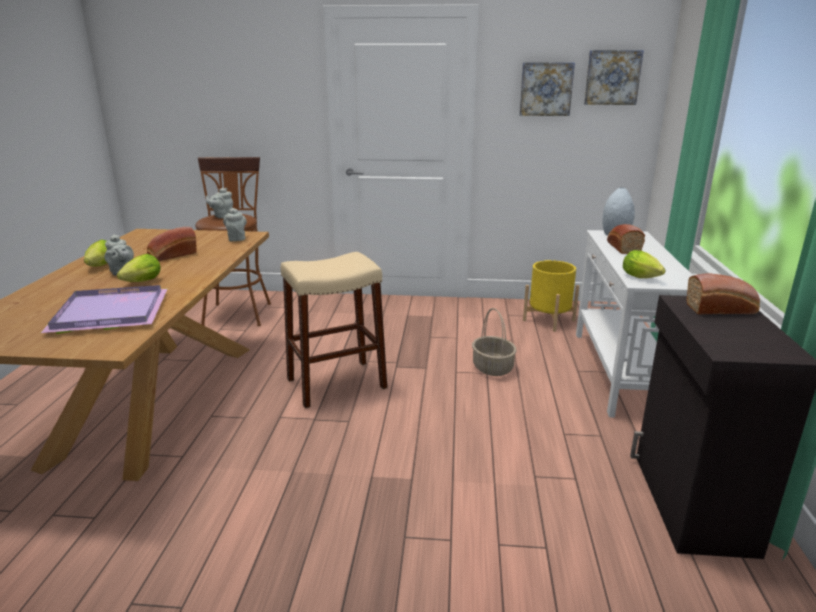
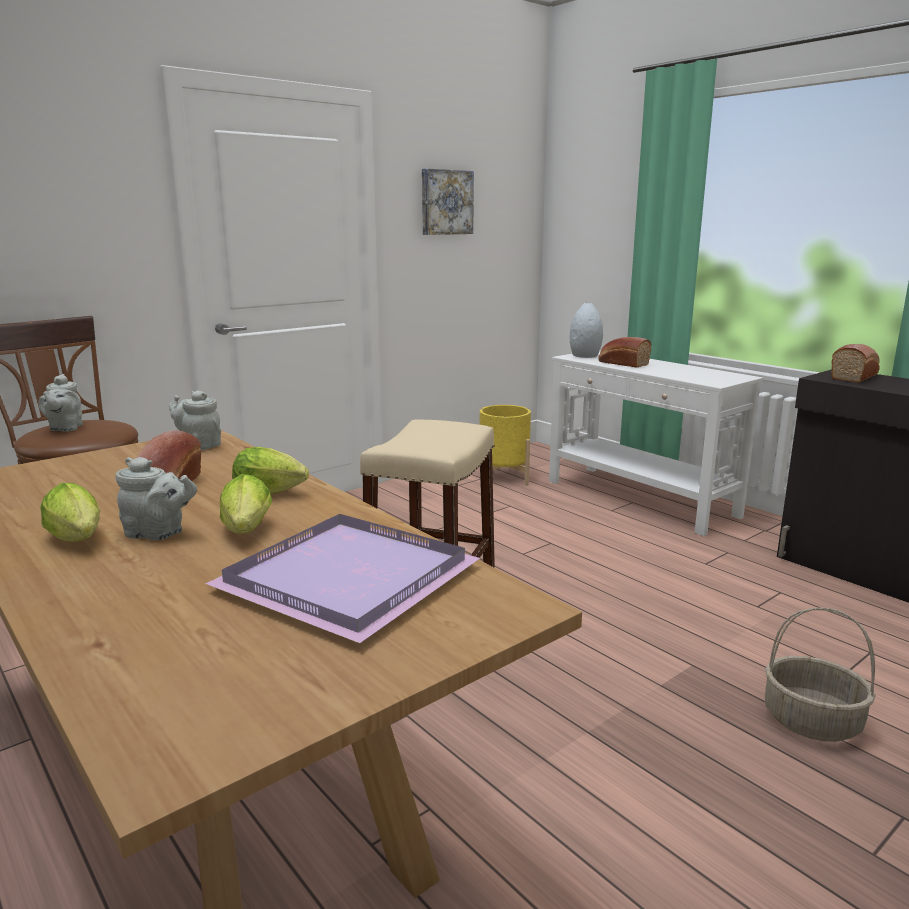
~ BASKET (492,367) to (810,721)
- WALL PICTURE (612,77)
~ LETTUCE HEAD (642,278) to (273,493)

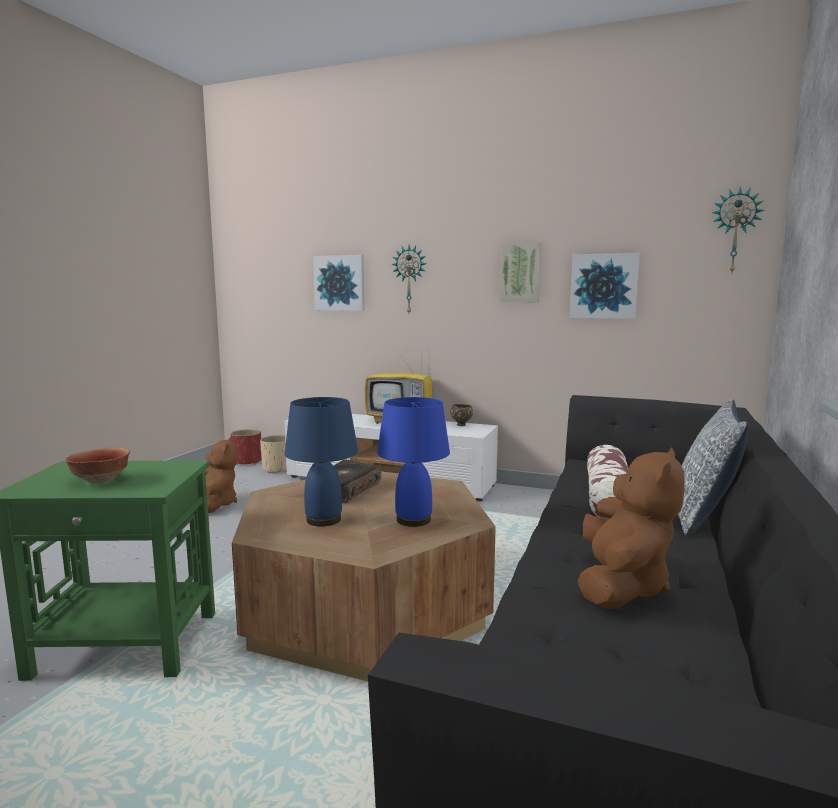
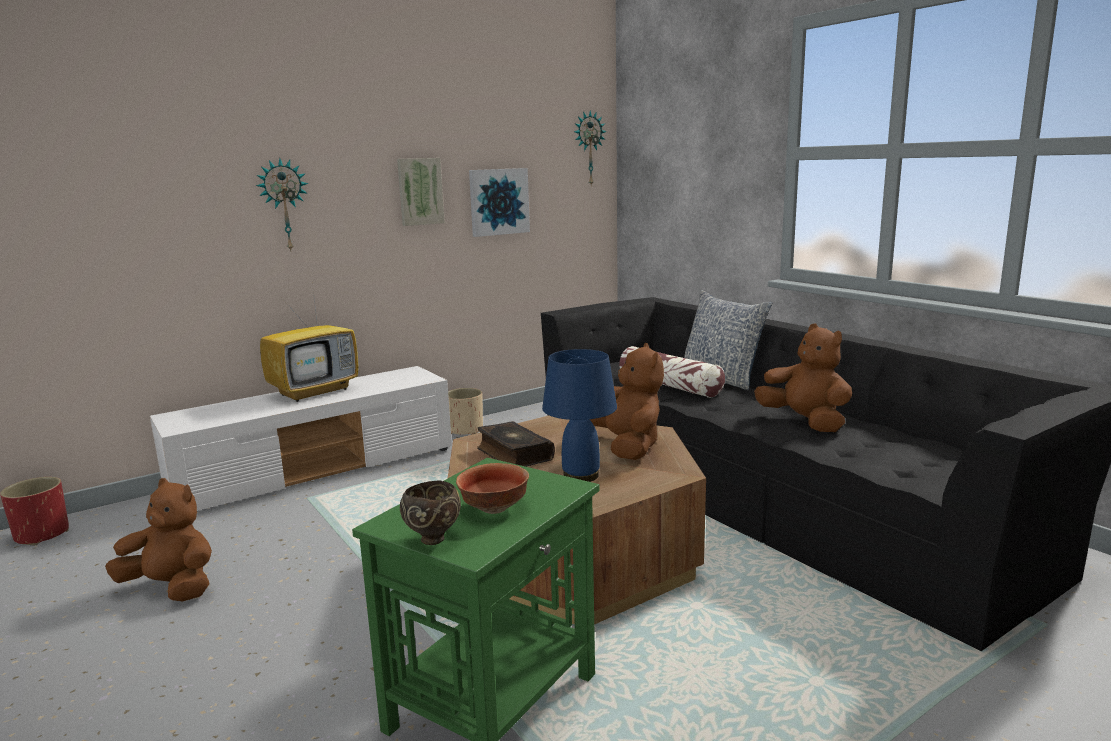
~ BEIGE-COLOURED FLOWER POT (277,469) to (465,430)
- WALL PICTURE (340,283)
~ BLUISH LAMP FOR A TABLE (414,520) to BROWN PLUSH TOY (627,446)
~ BROWN BOWL (461,425) to (433,539)

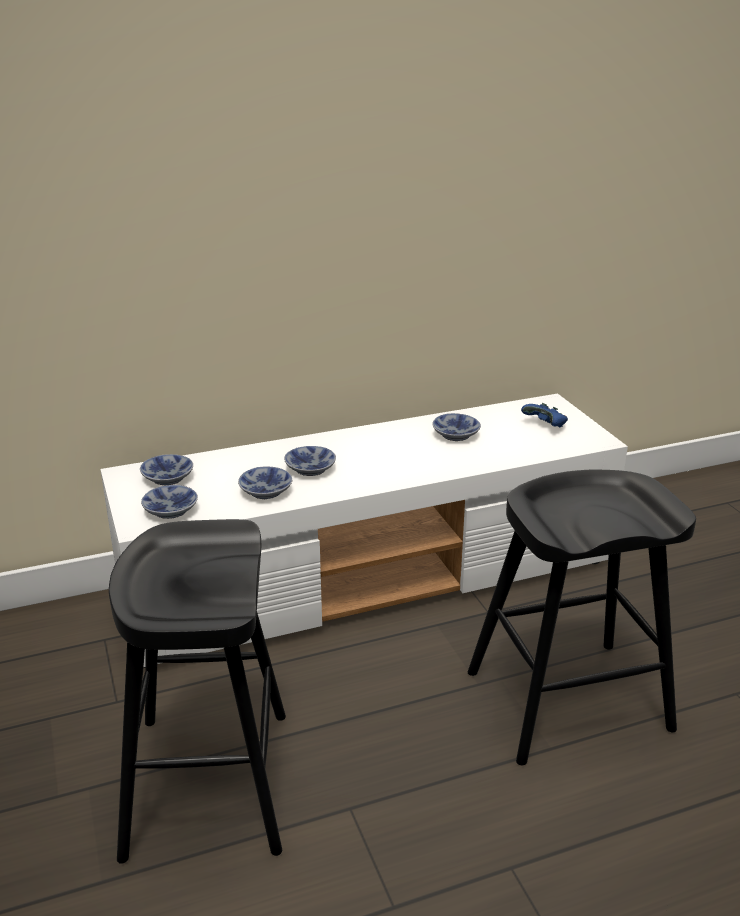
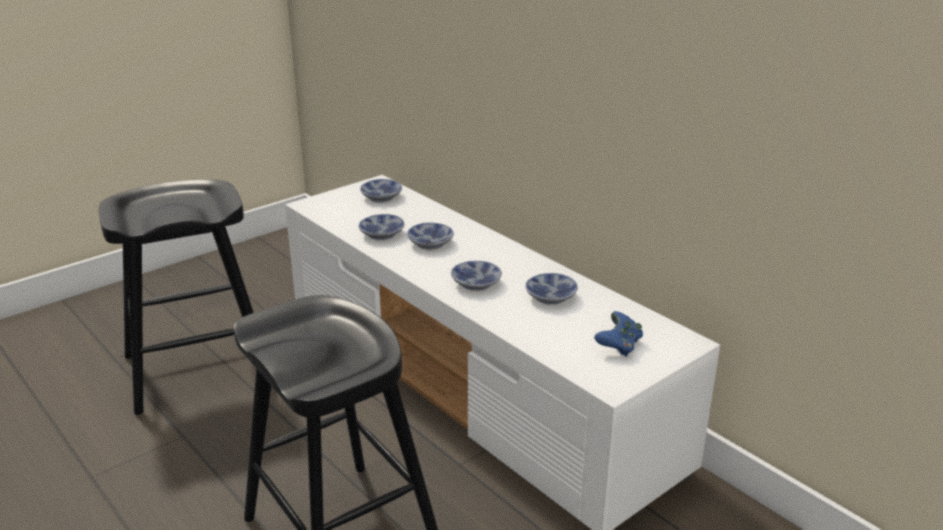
~ BOWL (171,511) to (474,284)

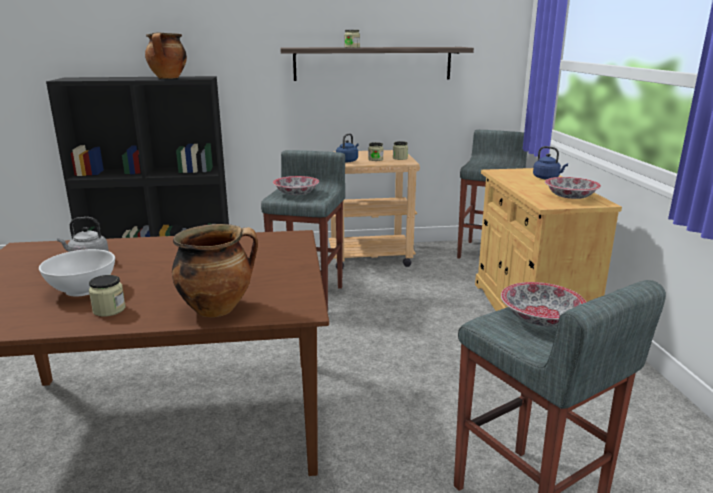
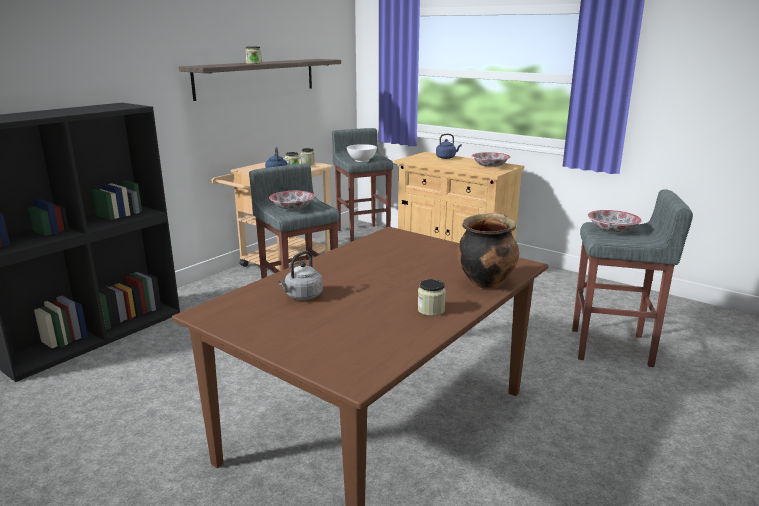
~ WHITISH BOWL (82,290) to (362,160)
- SAUCEPOT (168,78)

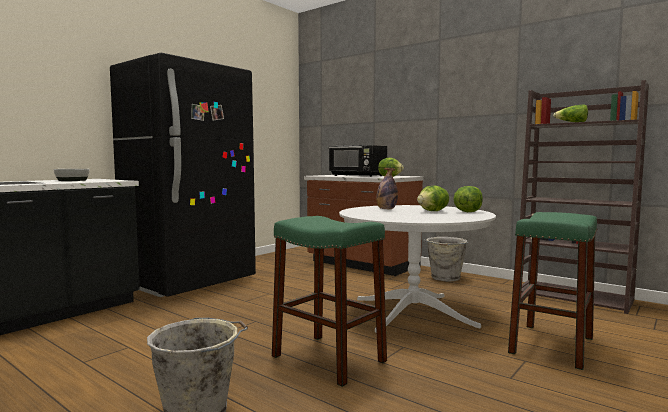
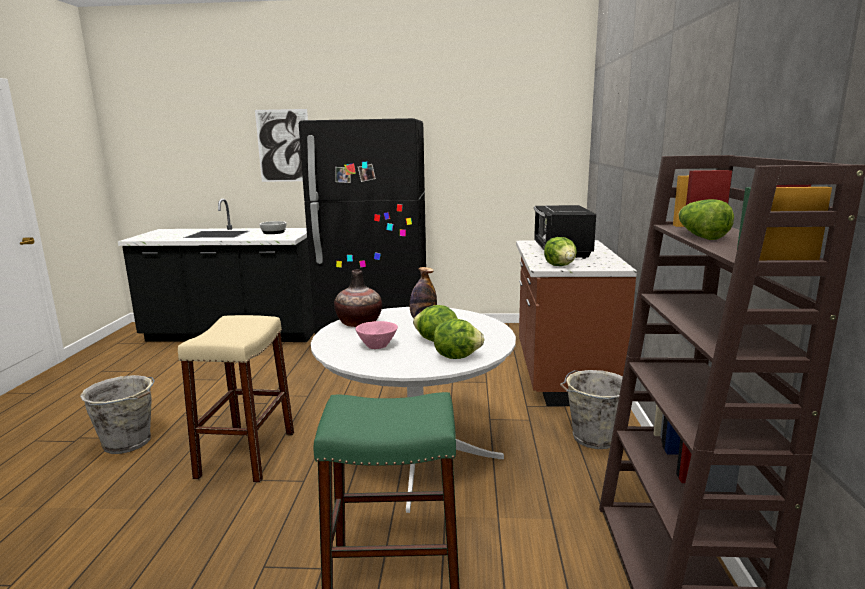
~ GREENISH STOOL (328,358) to BEIGE-COLOURED STOOL (247,454)
+ WALL PICTURE (284,146)
+ VASE (359,323)
+ PINKISH BOWL (378,345)

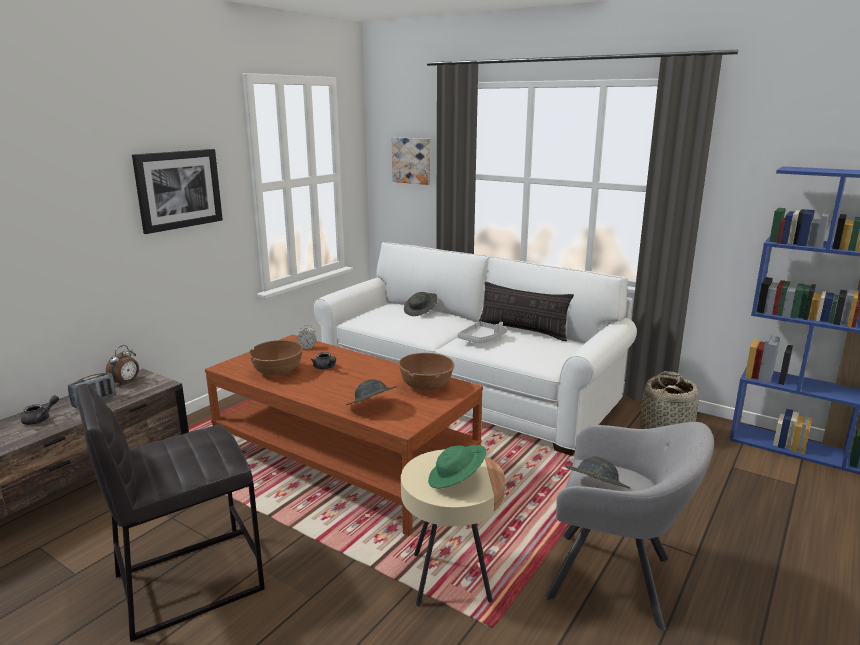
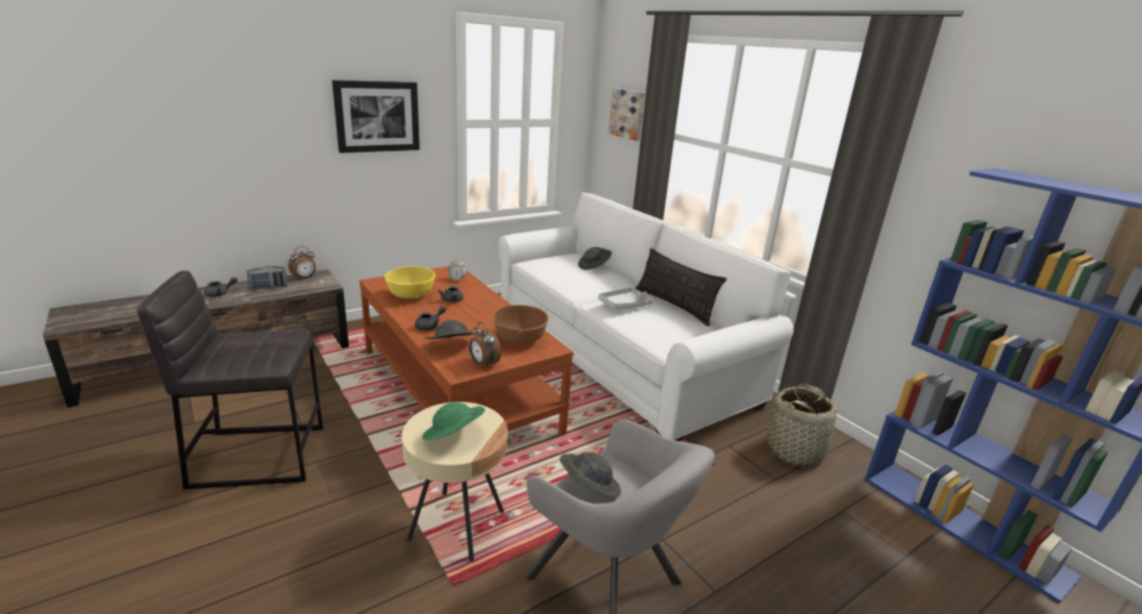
~ BROWN BOWL (278,372) to YELLOW BOWL (410,295)
+ GREYISH TEA POT (430,326)
+ TABLE CLOCK (483,364)

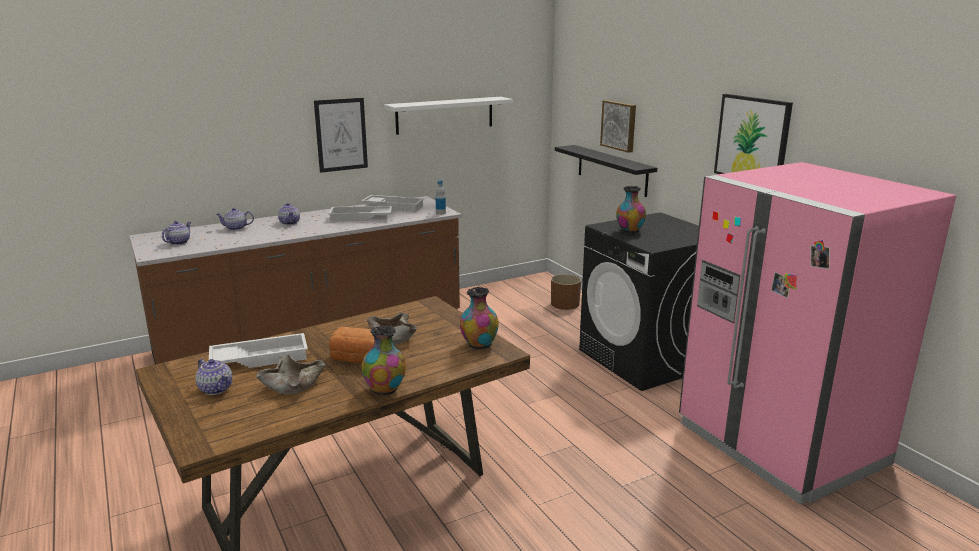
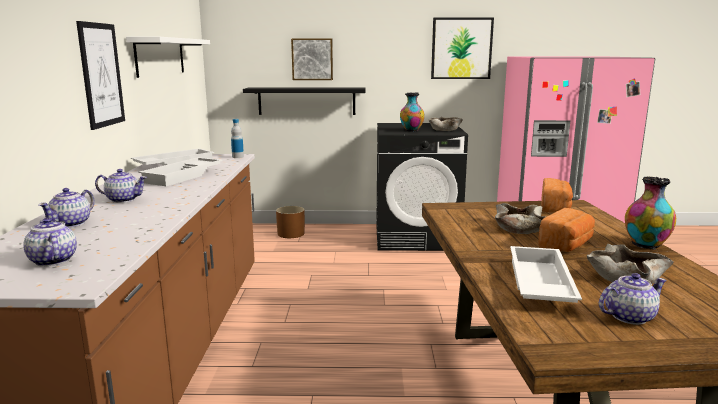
~ VASE (479,345) to BAKED BREAD (555,207)
+ BEIGE-COLOURED BOWL (444,129)

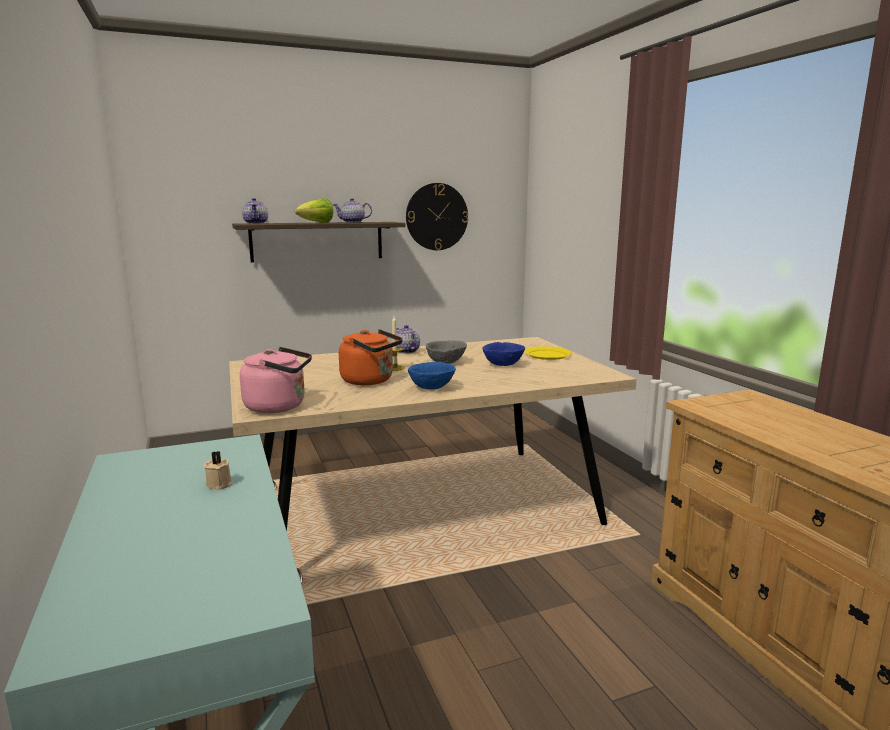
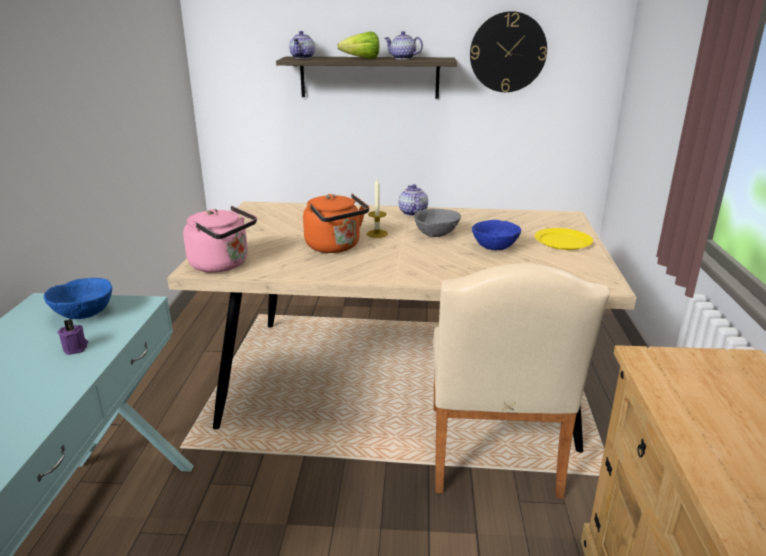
~ BEIGE-COLOURED WAX CANDLE (220,484) to PURPLE WAX CANDLE (76,348)
~ BLUISH BOWL (431,388) to (83,315)
+ BEIGE-COLOURED CHAIR (493,457)

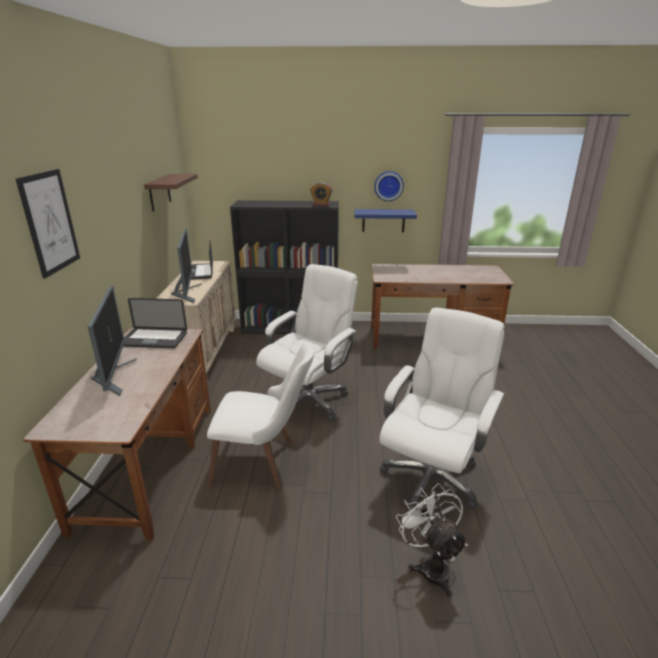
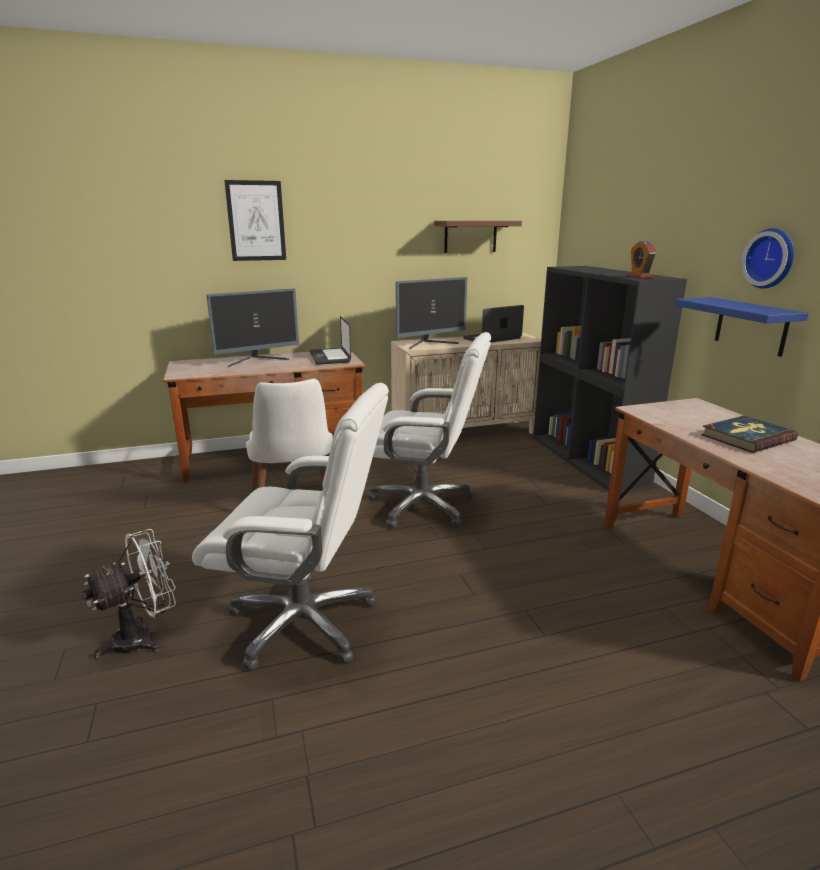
+ BOUND BOOK (747,437)

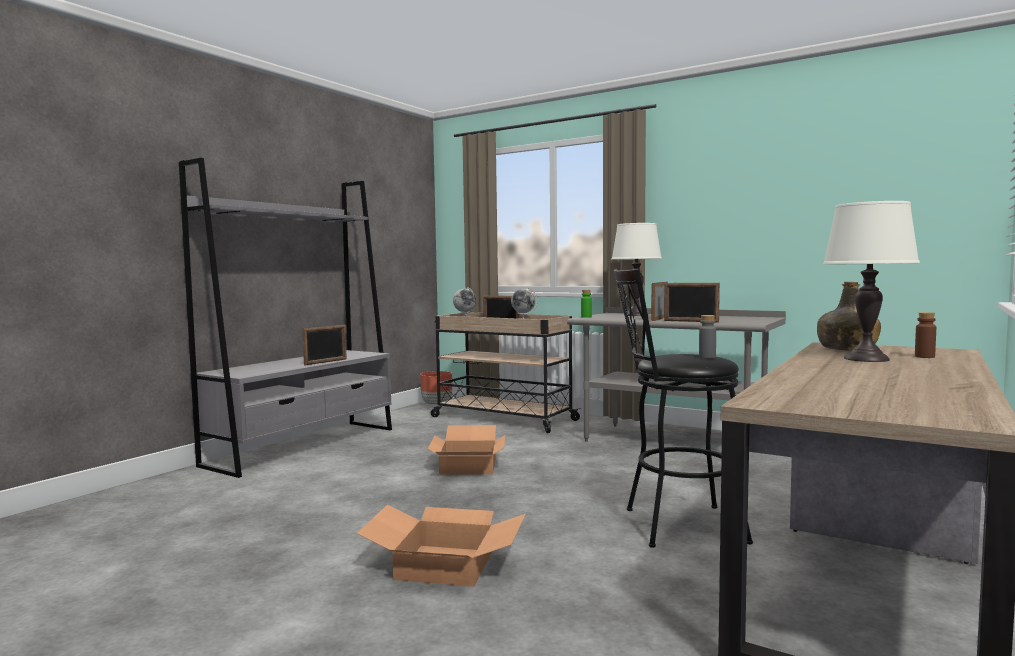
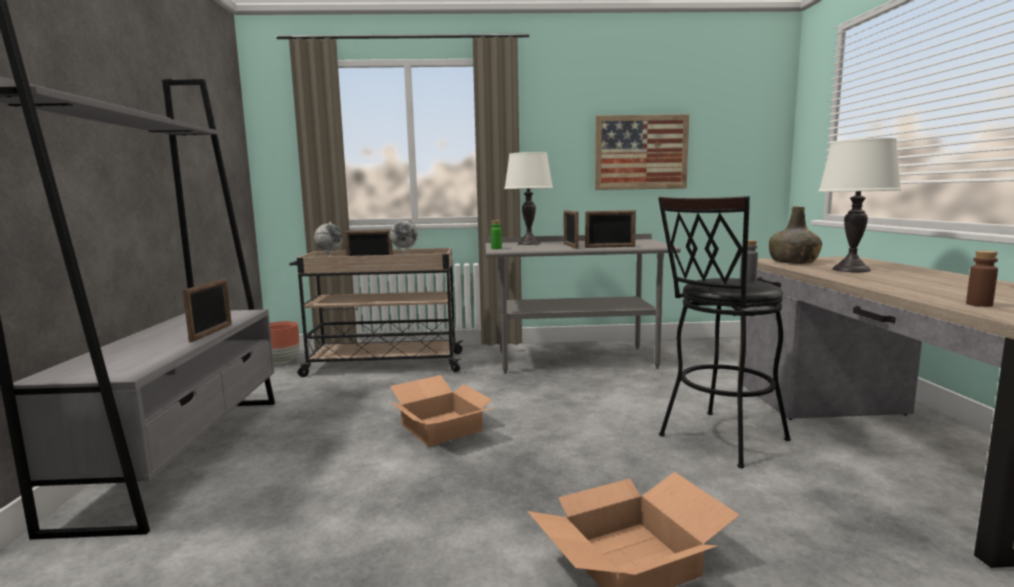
~ BROWN BOTTLE (924,357) to (979,304)
+ WALL PICTURE (641,152)

